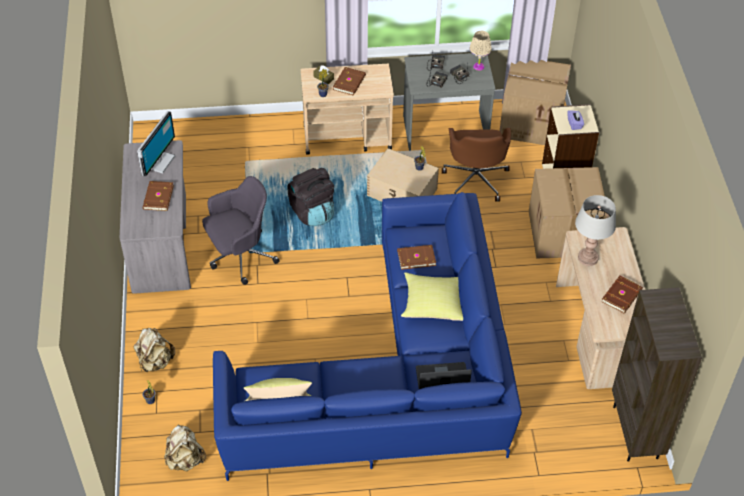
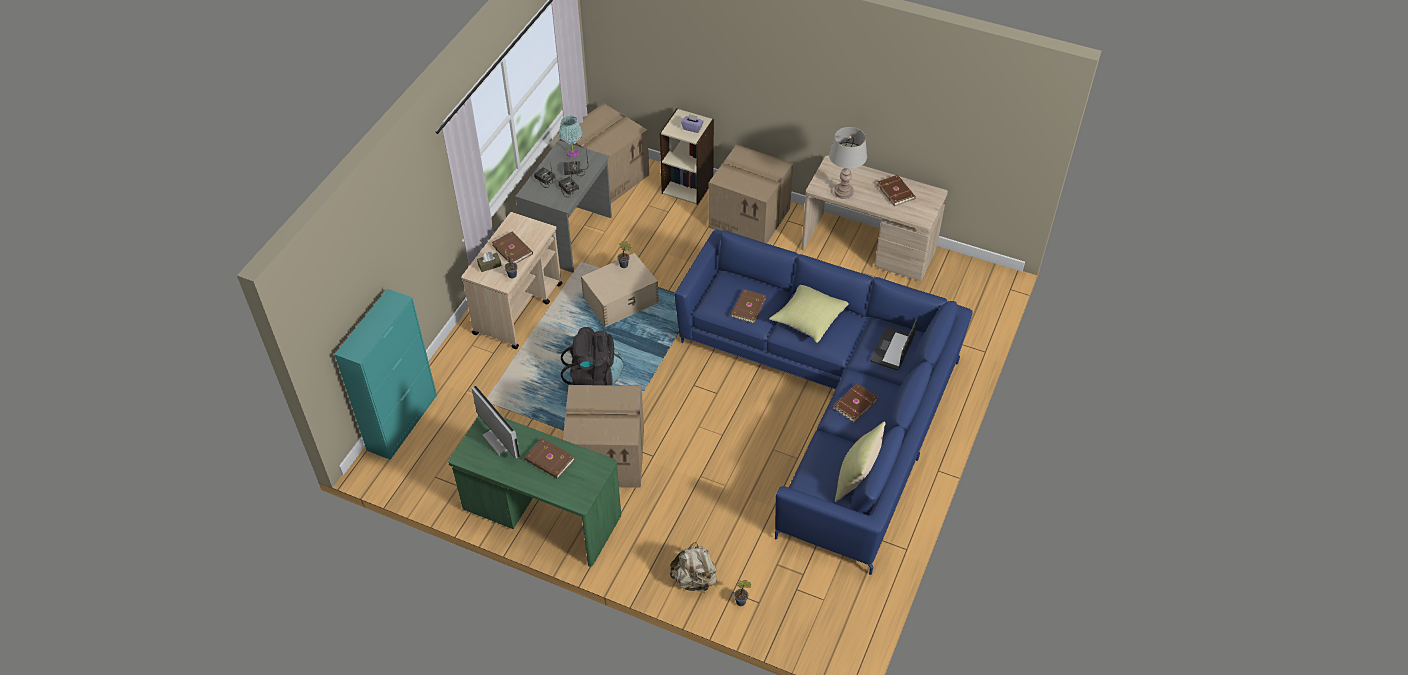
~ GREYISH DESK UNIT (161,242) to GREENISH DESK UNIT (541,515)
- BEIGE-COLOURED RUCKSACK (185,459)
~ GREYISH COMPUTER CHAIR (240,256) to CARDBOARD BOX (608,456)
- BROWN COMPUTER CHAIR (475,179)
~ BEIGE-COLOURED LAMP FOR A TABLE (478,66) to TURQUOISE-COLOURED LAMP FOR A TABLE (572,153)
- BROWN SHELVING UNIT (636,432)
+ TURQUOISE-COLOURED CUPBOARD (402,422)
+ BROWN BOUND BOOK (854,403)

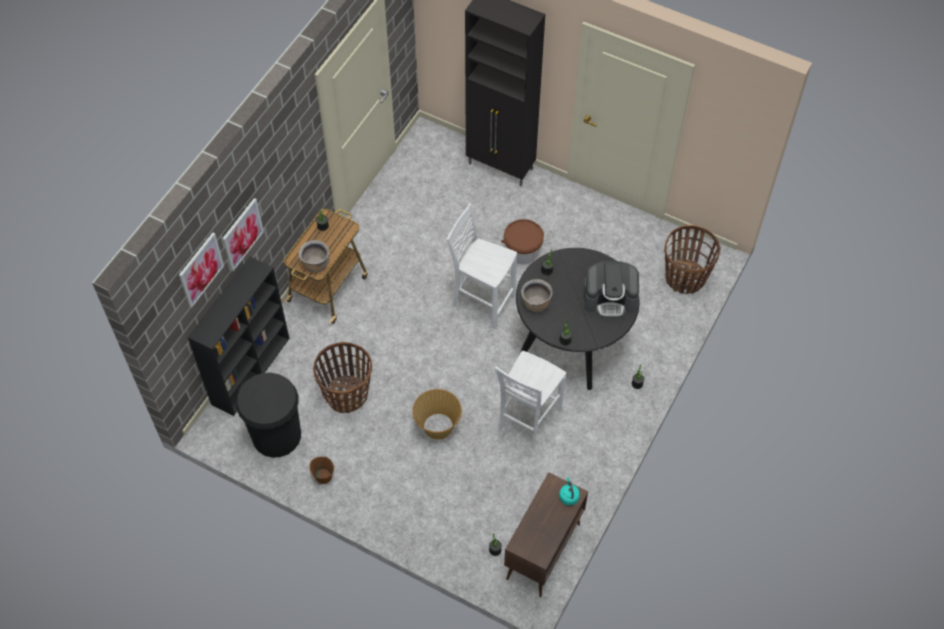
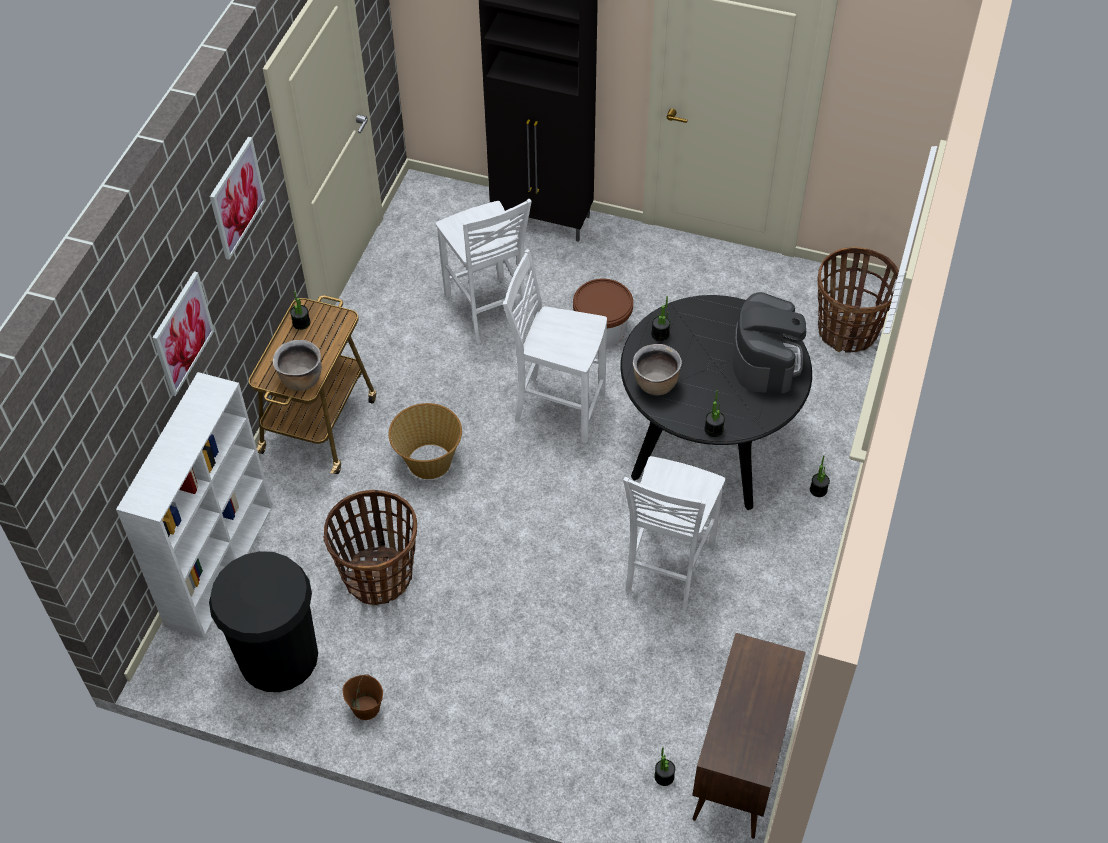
~ WALL PICTURE (200,269) to (236,198)
~ BLACKISH SHELVING UNIT (251,370) to WHITISH SHELVING UNIT (220,563)
~ BASKET (437,426) to (428,462)
- TURQUOISE-COLOURED KETTLE (568,496)
~ COFFEE MAKER (610,298) = (765,360) 75 degrees counterclockwise
+ WHITISH CHAIR (487,311)

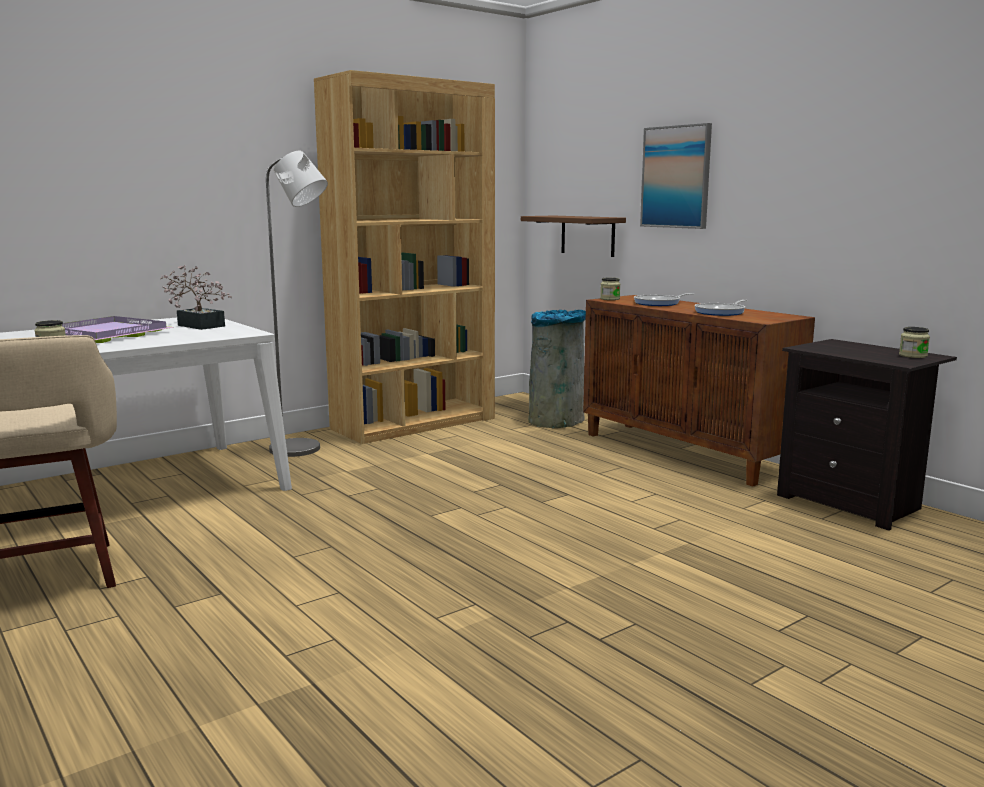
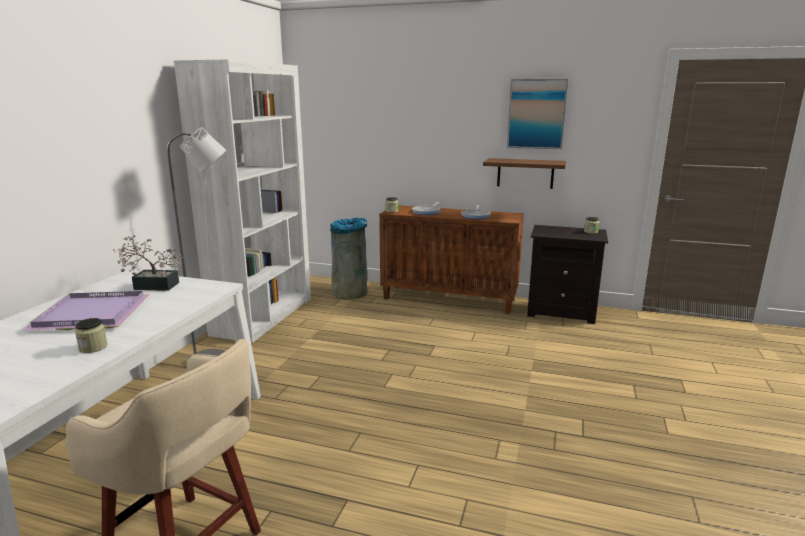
~ BROWN SHELVING UNIT (414,423) to WHITISH SHELVING UNIT (264,316)
~ BROWN WALL SHELF (587,235) to (525,173)
~ WALL PICTURE (676,177) to (536,114)

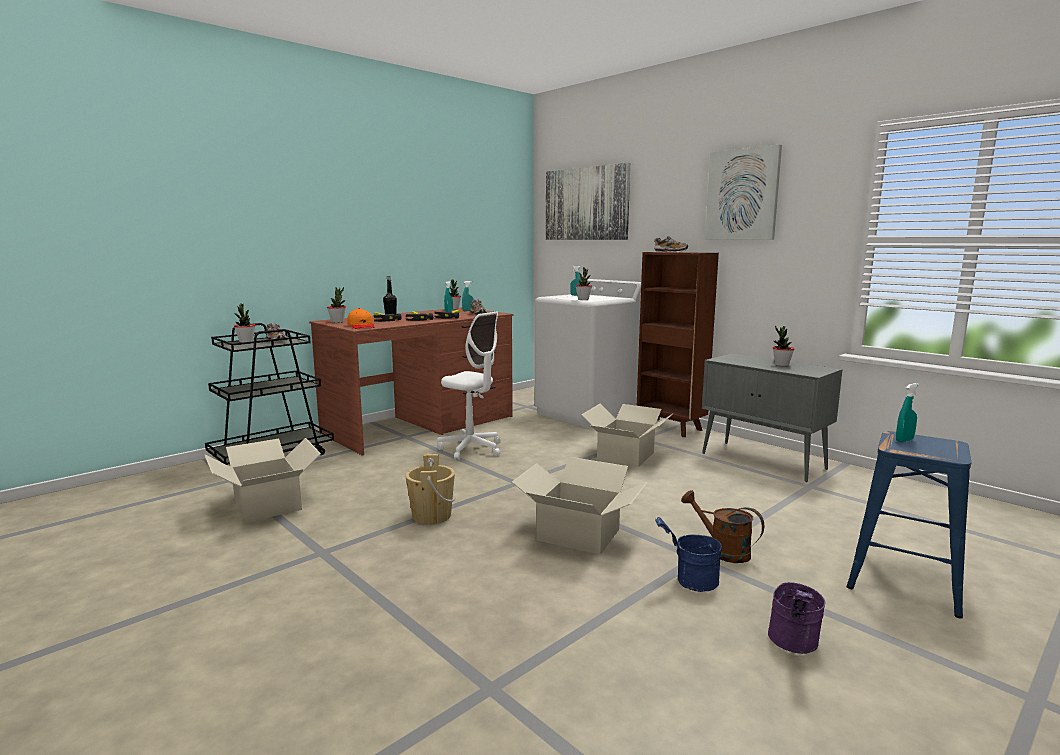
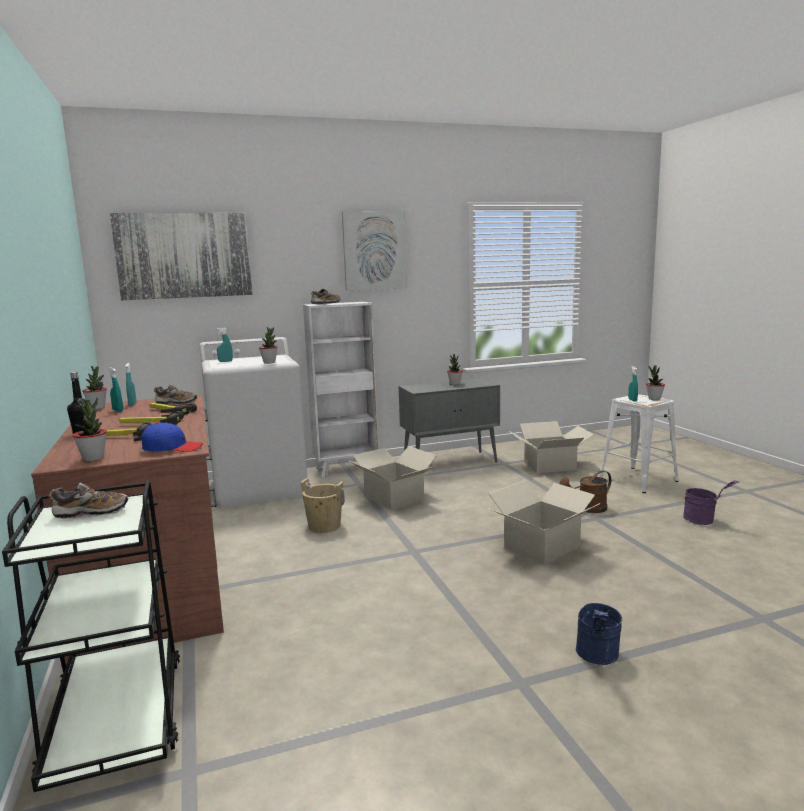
~ CARDBOARD BOX (268,505) to (549,465)
~ POTTED PLANT (246,342) to (654,399)
~ ORANGEY CAP (361,326) to BLUISH CAP (172,448)
~ BEIGE-COLOURED PAIL (431,516) to (324,526)
- WHITISH COMPUTER CHAIR (471,449)
~ BROWN SHELVING UNIT (670,428) to WHITISH SHELVING UNIT (346,469)
~ BLUISH PAIL (690,582) to (597,657)
~ BLUISH STOOL (905,580) to WHITISH STOOL (638,479)

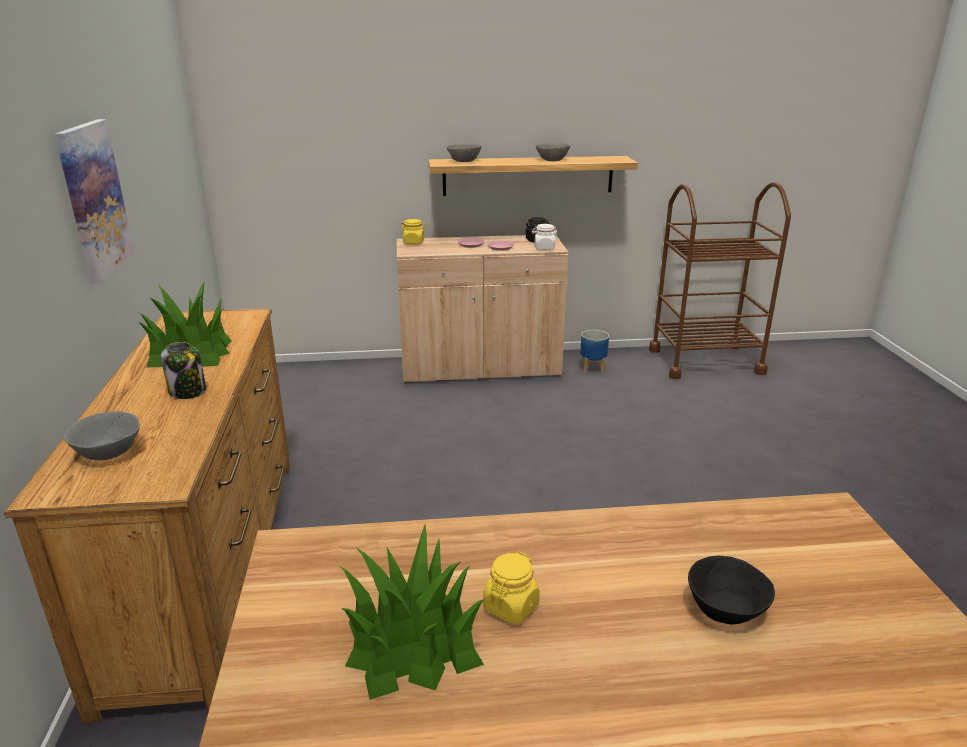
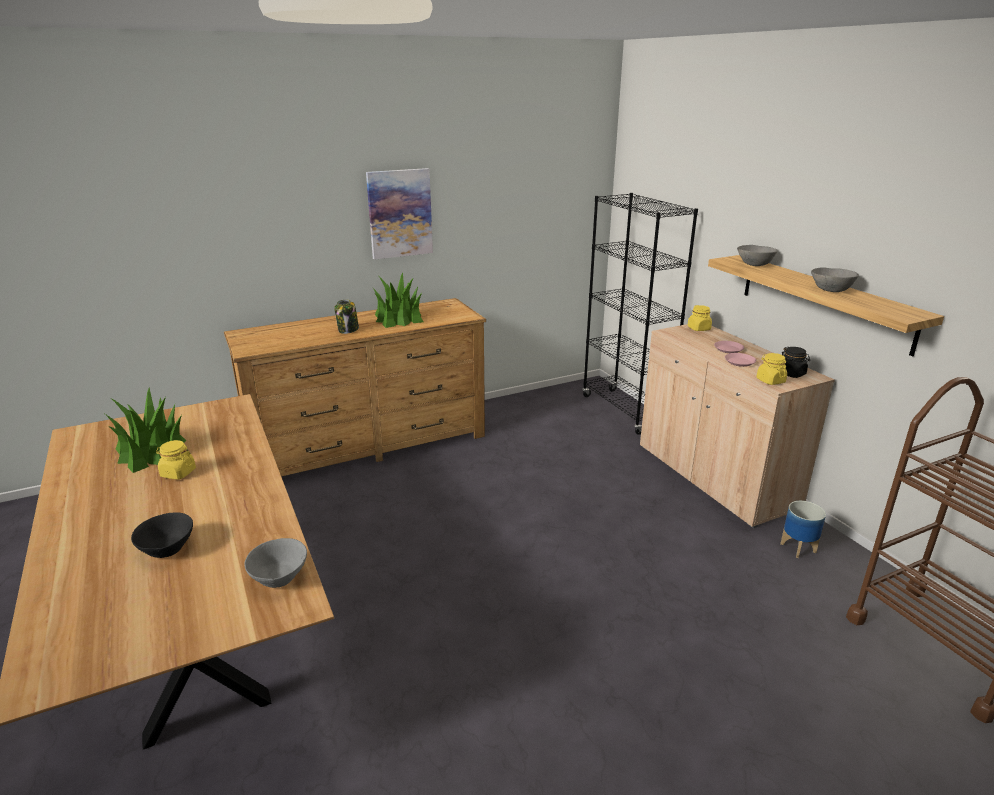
~ GREYISH BOWL (107,453) to (278,577)
~ WHITISH STORAGE JAR (544,248) to YELLOW STORAGE JAR (770,381)
+ BLACKISH SHELVING UNIT (625,411)

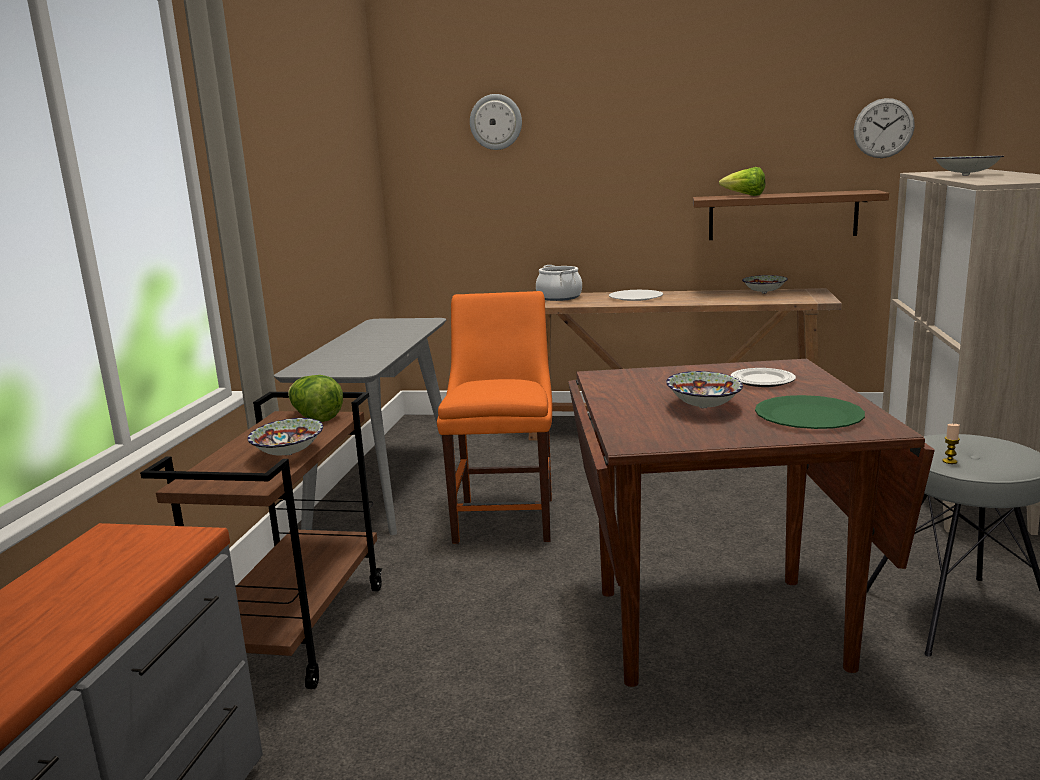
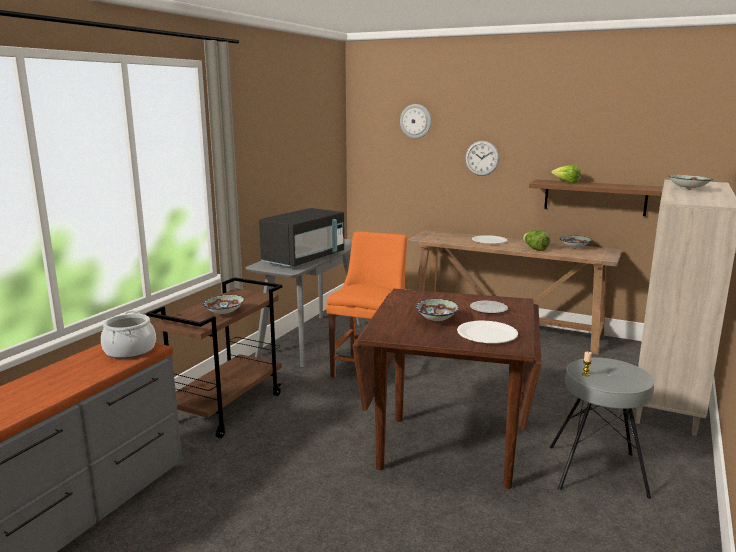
~ LETTUCE HEAD (315,417) to (535,249)
~ SAUCEPOT (559,297) to (130,350)
~ GREENISH FLAT DISH (809,416) to WHITISH FLAT DISH (487,334)
~ CLOCK ON THE WALL (883,128) to (482,158)
+ BLACKISH MICROWAVE (304,259)

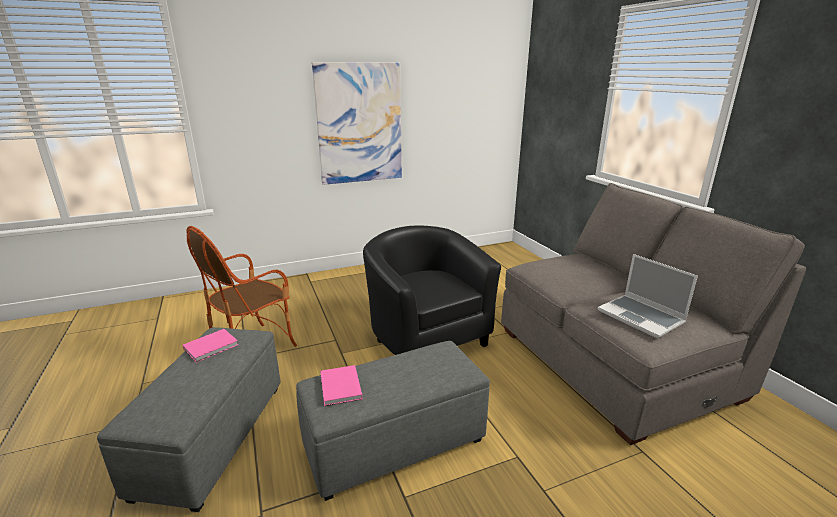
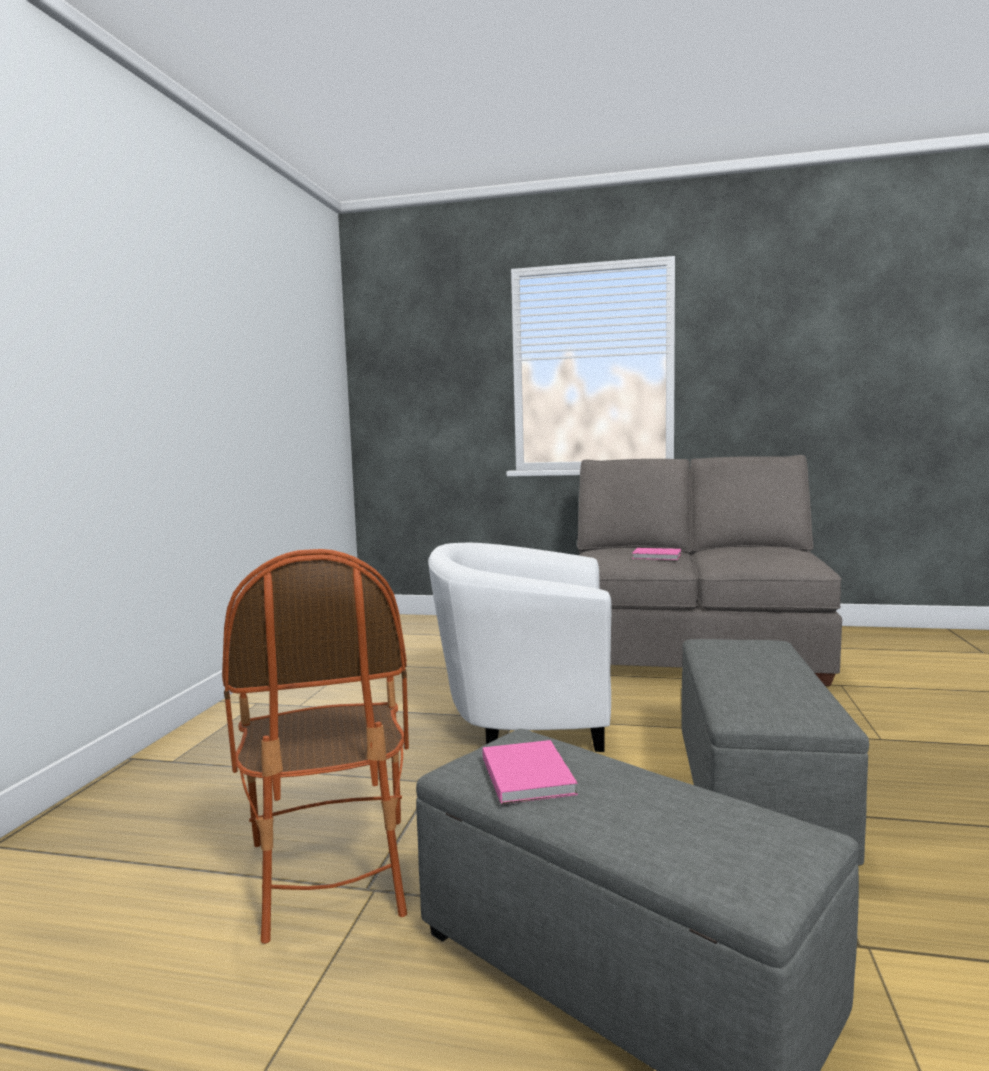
- WALL PICTURE (359,124)
~ PINKISH BOUND BOOK (340,388) to (658,556)
~ BLACKISH LOUNGE CHAIR (425,337) to WHITISH LOUNGE CHAIR (525,718)
- PORTABLE COMPUTER (642,317)

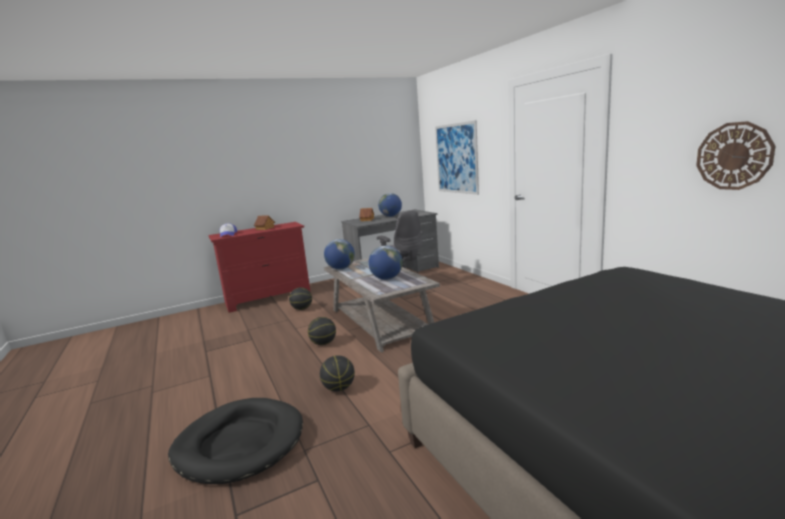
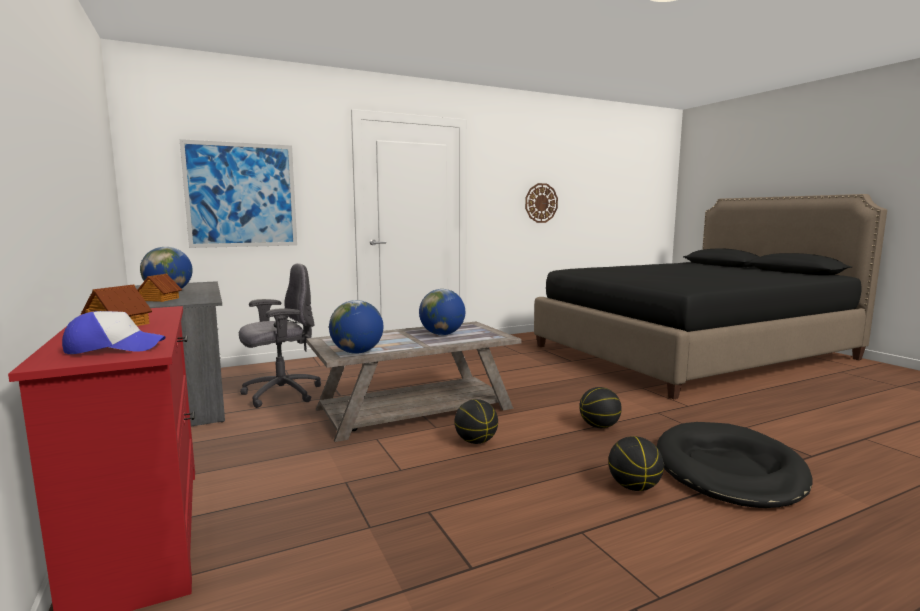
~ BALL FOR BASKETBALL (302,309) to (633,487)

